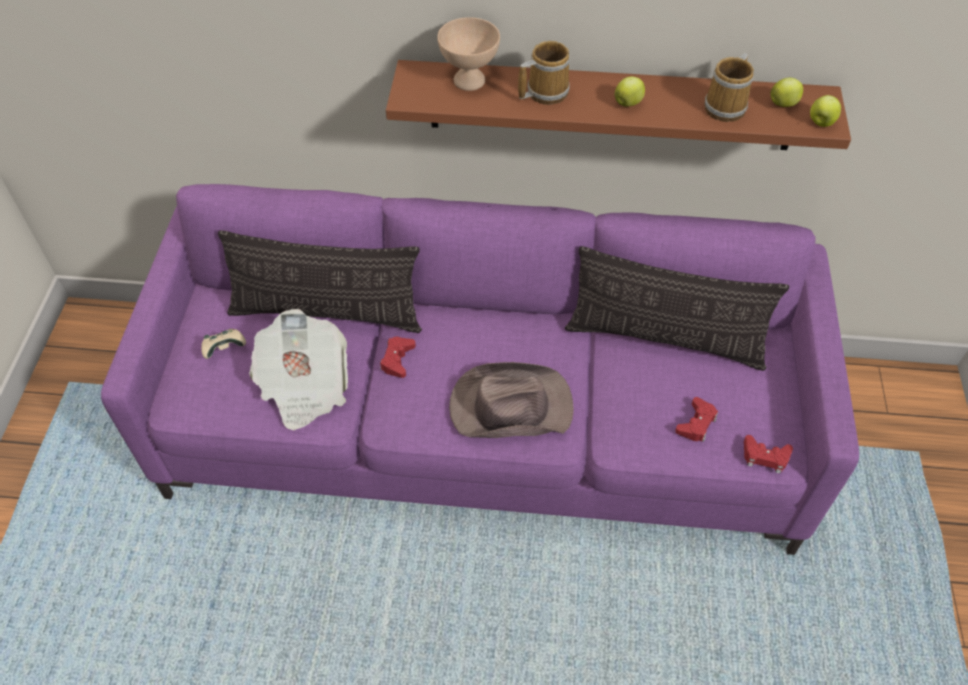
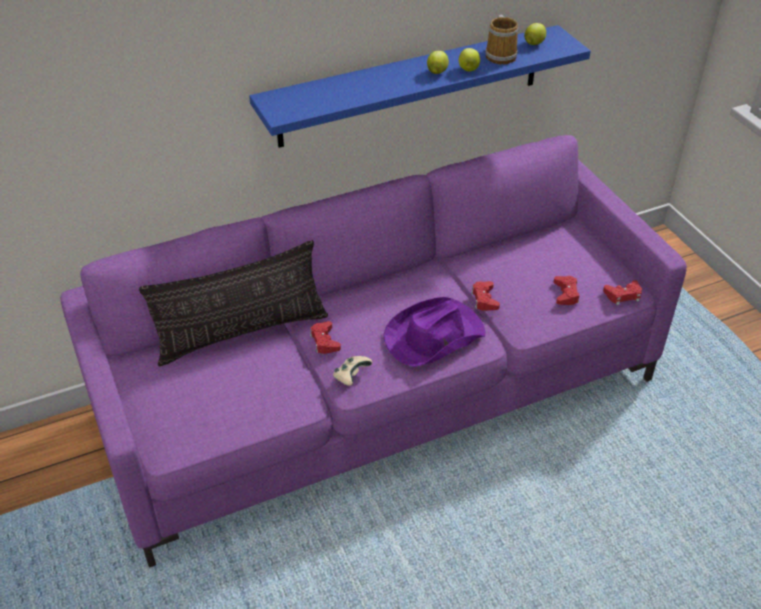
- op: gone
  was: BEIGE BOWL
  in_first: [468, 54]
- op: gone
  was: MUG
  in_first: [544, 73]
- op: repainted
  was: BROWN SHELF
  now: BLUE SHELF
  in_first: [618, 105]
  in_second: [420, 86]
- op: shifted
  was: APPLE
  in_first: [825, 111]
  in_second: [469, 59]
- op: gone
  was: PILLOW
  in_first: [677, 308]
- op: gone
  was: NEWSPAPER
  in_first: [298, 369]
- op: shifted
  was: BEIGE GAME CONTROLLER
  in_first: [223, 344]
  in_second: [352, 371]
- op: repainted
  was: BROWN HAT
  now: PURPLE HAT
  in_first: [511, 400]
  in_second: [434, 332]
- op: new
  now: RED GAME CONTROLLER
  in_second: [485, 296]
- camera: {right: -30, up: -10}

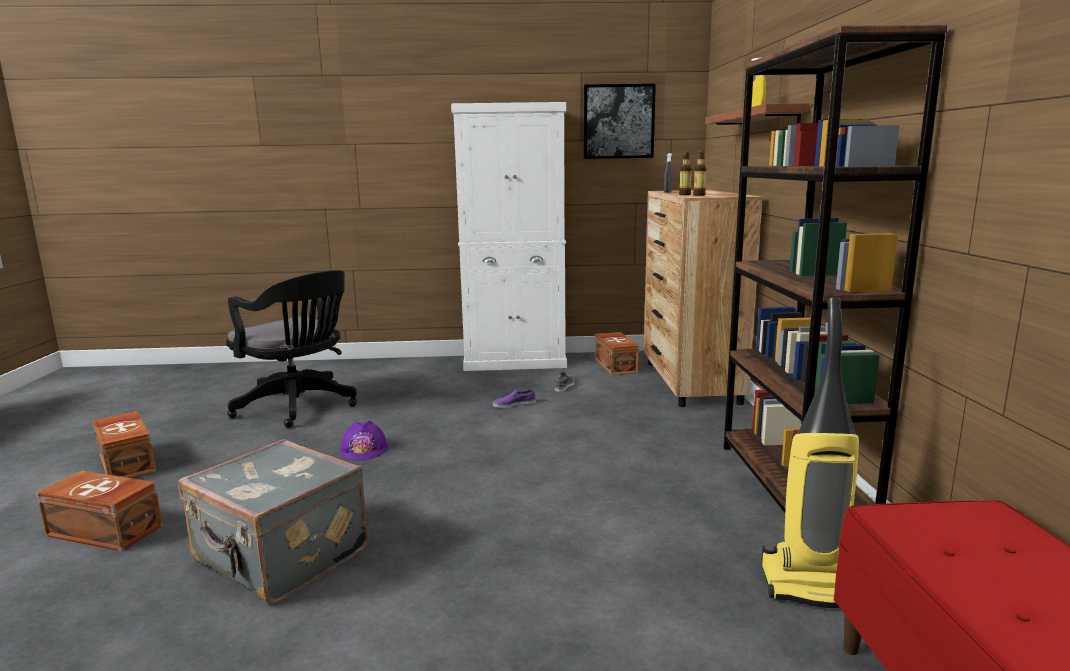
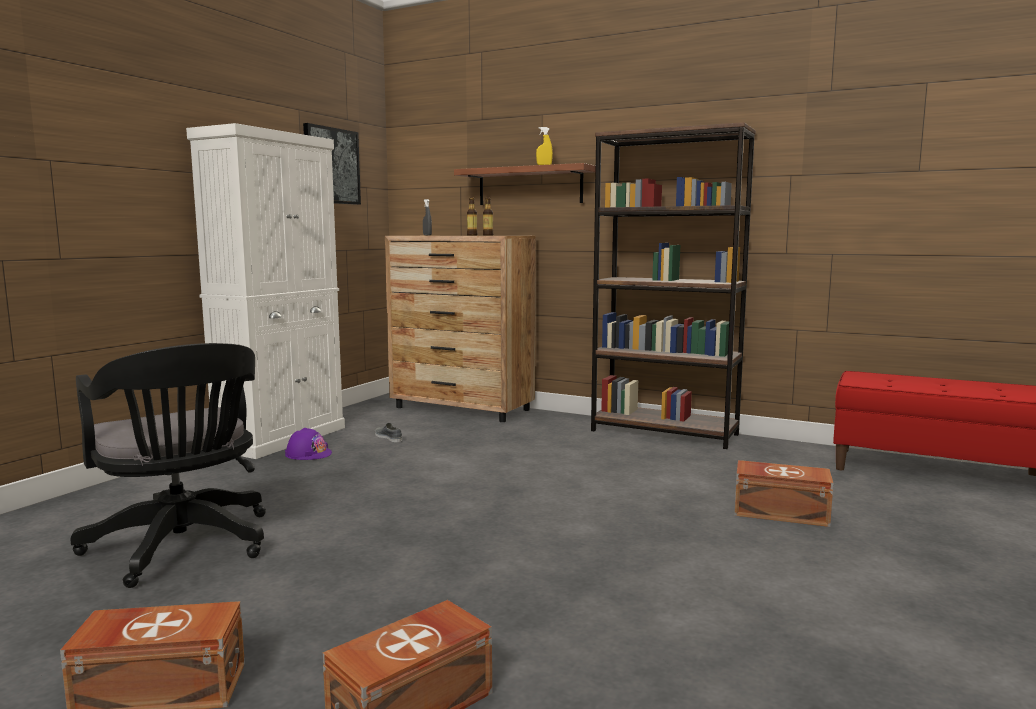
- op: rotated
  was: BLACK OFFICE CHAIR
  in_first: [291, 349]
  in_second: [168, 465]
  clockwise: 75
- op: gone
  was: VACUUM CLEANER
  in_first: [810, 452]
- op: shifted
  was: BROWN STORAGE BOX
  in_first: [617, 353]
  in_second: [783, 493]
- op: gone
  was: PURPLE SHOE
  in_first: [514, 398]
- op: shifted
  was: PURPLE HARD HAT
  in_first: [364, 440]
  in_second: [308, 444]
- op: gone
  was: GREY SUITCASE
  in_first: [273, 521]
- camera: {right: -60, up: -5}

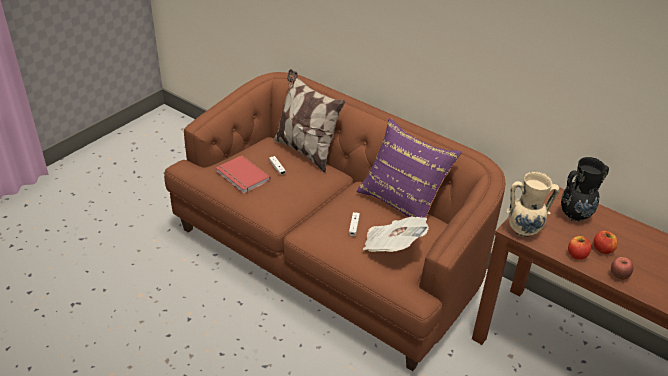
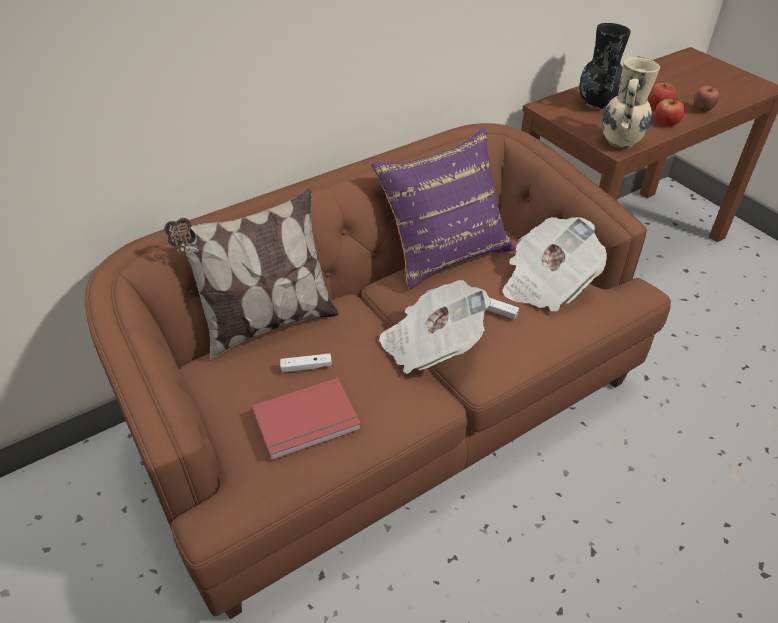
- op: new
  now: NEWSPAPER
  in_second: [435, 327]
- camera: {right: -70, up: 5}

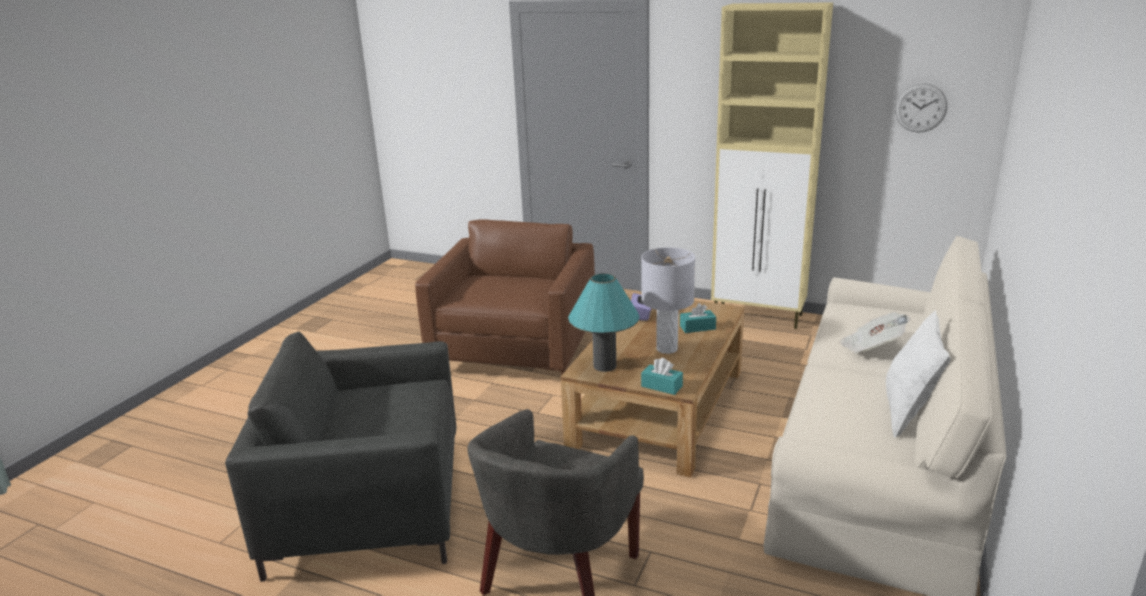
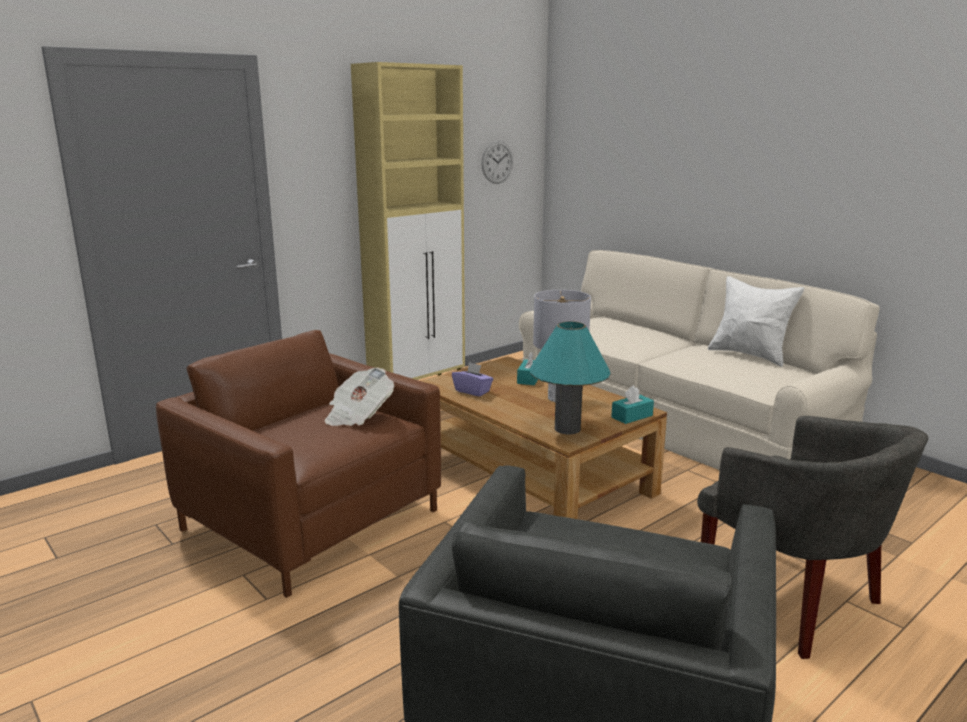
- op: shifted
  was: NEWSPAPER
  in_first: [875, 333]
  in_second: [359, 397]
- camera: {right: -65, up: -5}

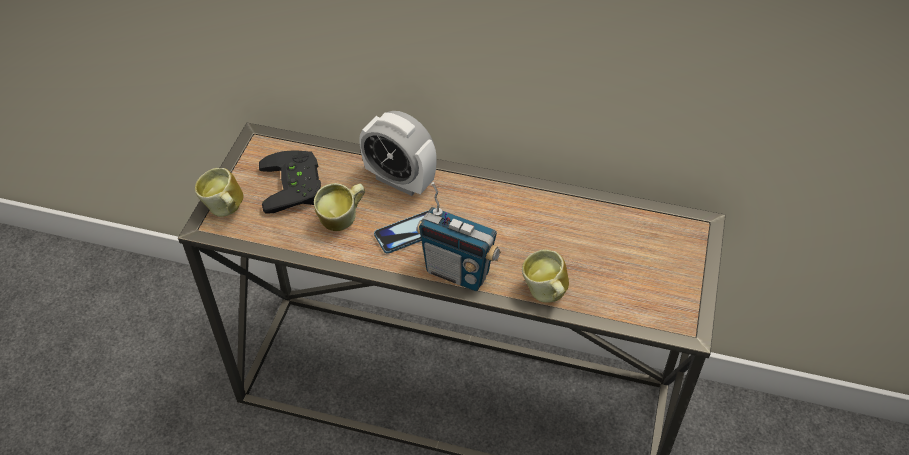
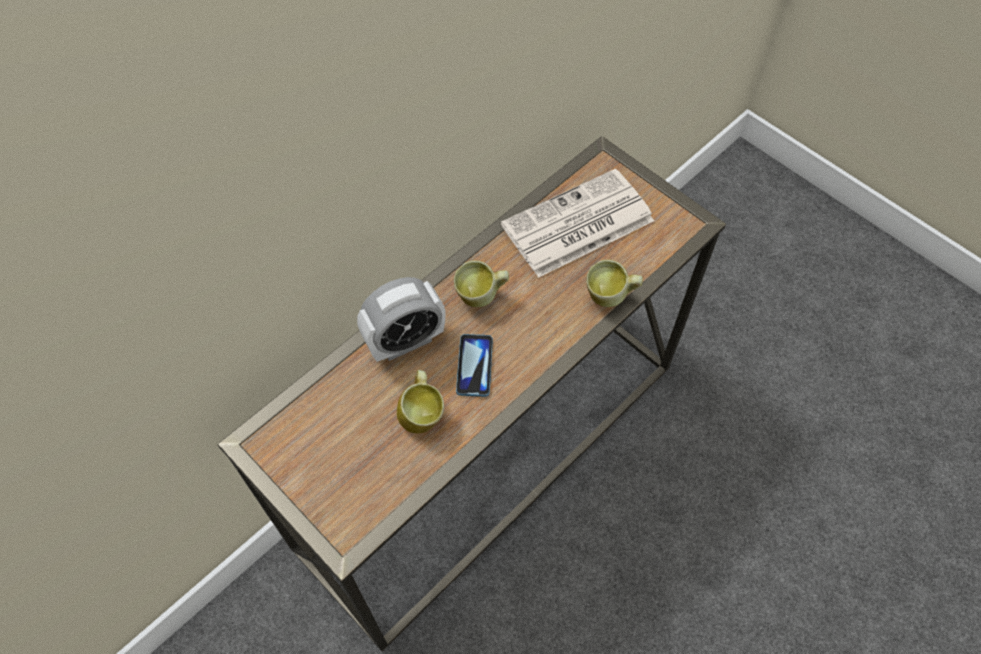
- op: gone
  was: BLACK GAME CONTROLLER
  in_first: [290, 182]
- op: shifted
  was: MUG
  in_first: [219, 192]
  in_second: [481, 283]
- op: gone
  was: RADIO
  in_first: [458, 236]
- op: new
  now: NEWSPAPER
  in_second: [577, 223]
- camera: {right: -60, up: 10}

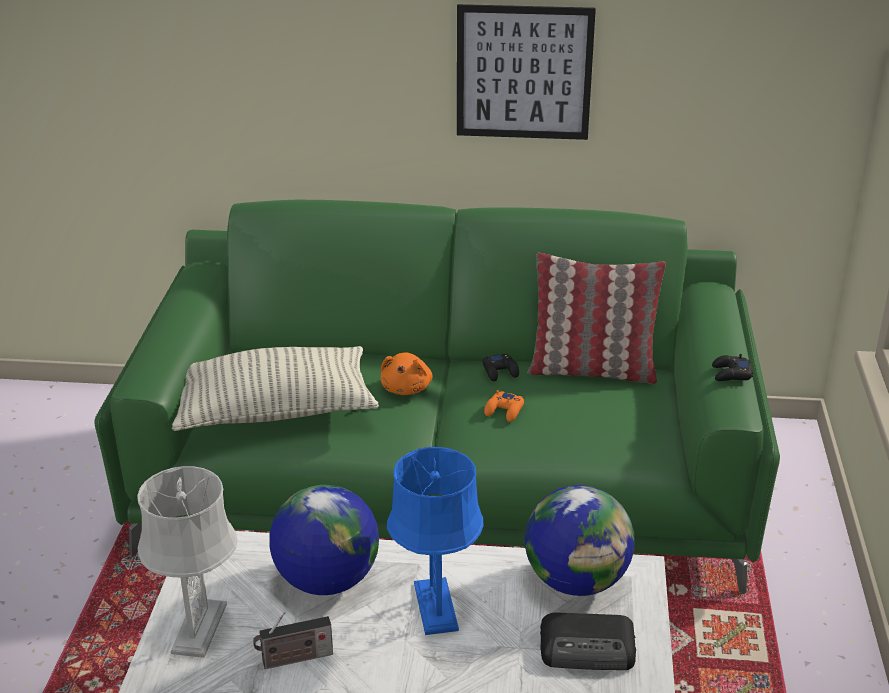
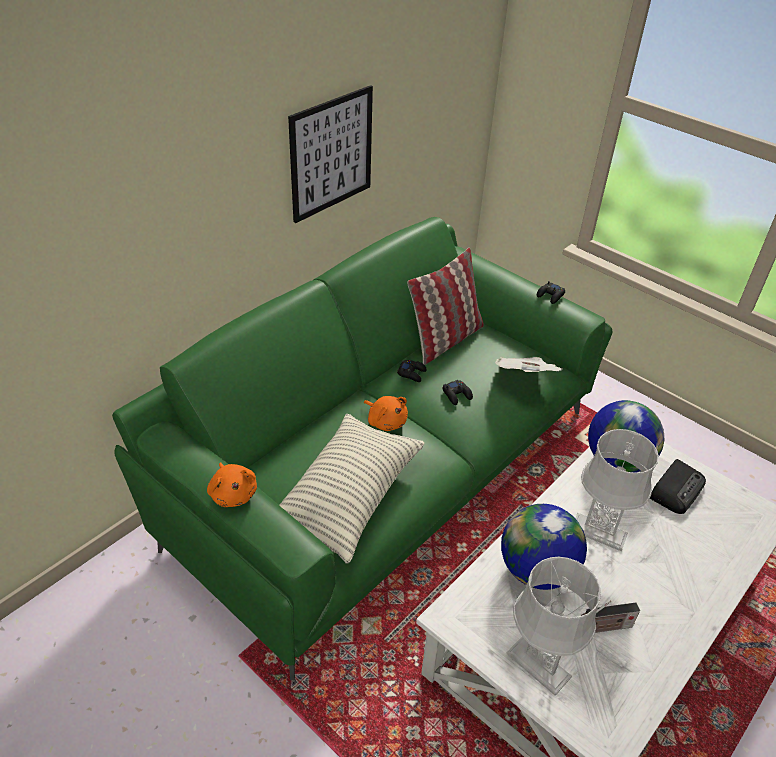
- op: repainted
  was: ORANGE GAME CONTROLLER
  now: BLACK GAME CONTROLLER
  in_first: [504, 406]
  in_second: [457, 392]
- op: repainted
  was: BLUE TABLE LAMP
  now: GREY TABLE LAMP
  in_first: [435, 541]
  in_second: [617, 490]
- op: rotated
  was: RADIO
  in_first: [293, 640]
  in_second: [610, 617]
  clockwise: 60
- op: new
  now: NEWSPAPER
  in_second: [528, 364]
- op: new
  now: ORANGE PLUSH TOY
  in_second: [232, 485]
- camera: {right: -55, up: 10}

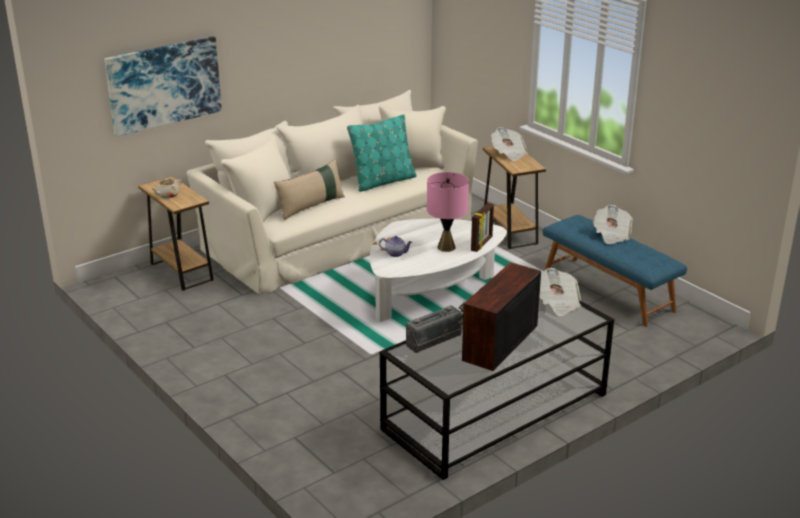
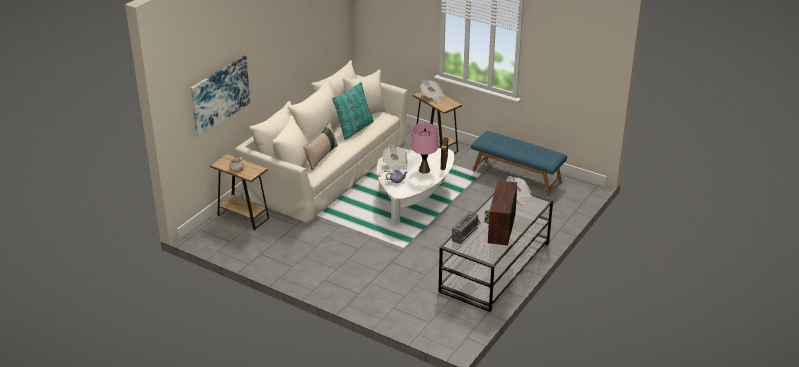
- op: shifted
  was: NEWSPAPER
  in_first: [613, 224]
  in_second: [395, 158]
- camera: {right: -20, up: 5}

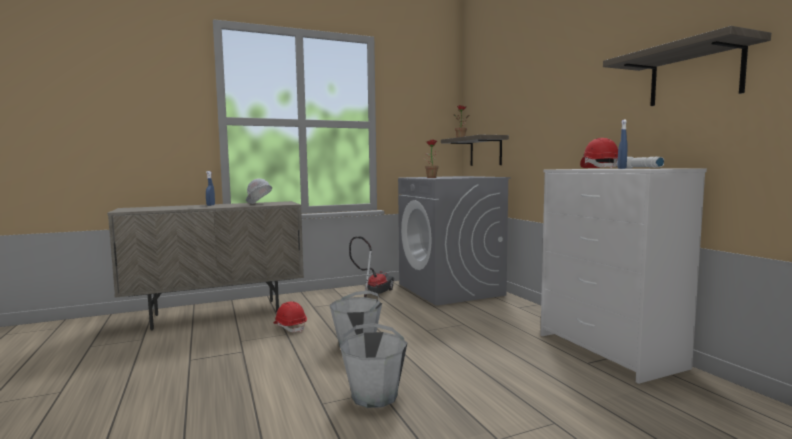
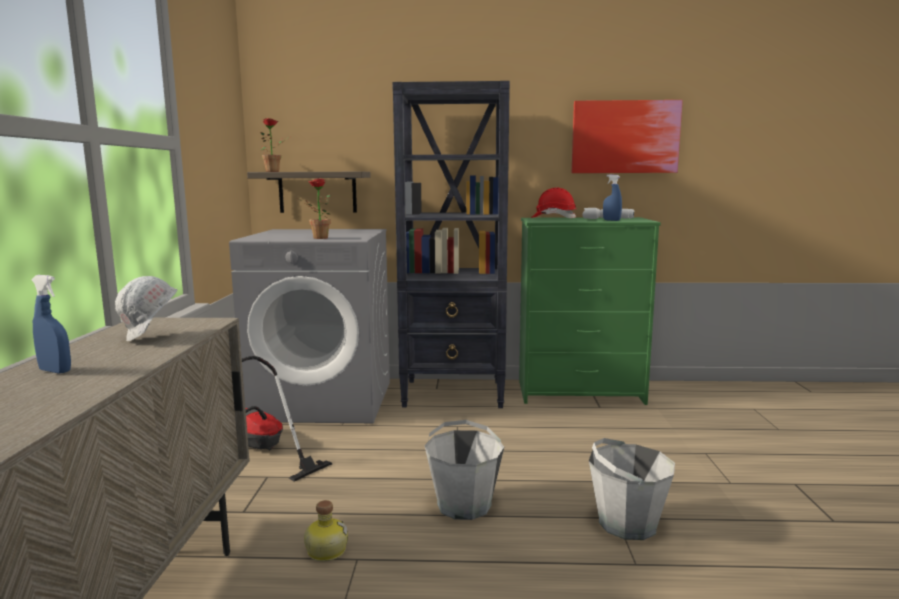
- op: swapped
  was: SHELF
  now: PICTURE
  in_first: [687, 66]
  in_second: [627, 136]
- op: repainted
  was: WHITE DRESSER
  now: GREEN DRESSER
  in_first: [624, 276]
  in_second: [590, 311]
- op: swapped
  was: RED HARD HAT
  now: BOTTLE
  in_first: [290, 317]
  in_second: [326, 531]
- op: new
  now: BLACK BOOKCASE
  in_second: [451, 244]
- camera: {right: -65, up: 5}

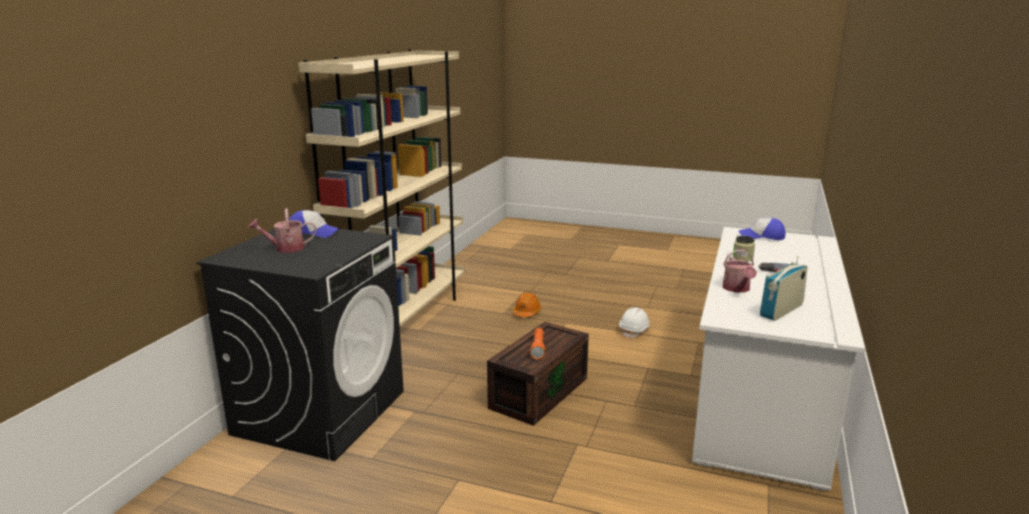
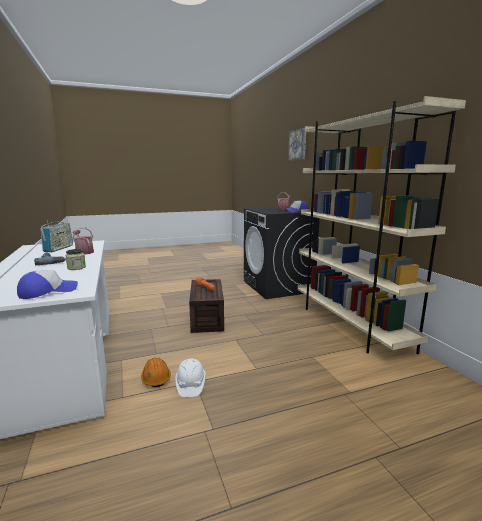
- op: shifted
  was: ORANGE HARD HAT
  in_first: [527, 304]
  in_second: [156, 372]
- op: new
  now: PICTURE
  in_second: [297, 144]
- camera: {right: 140, up: -5}

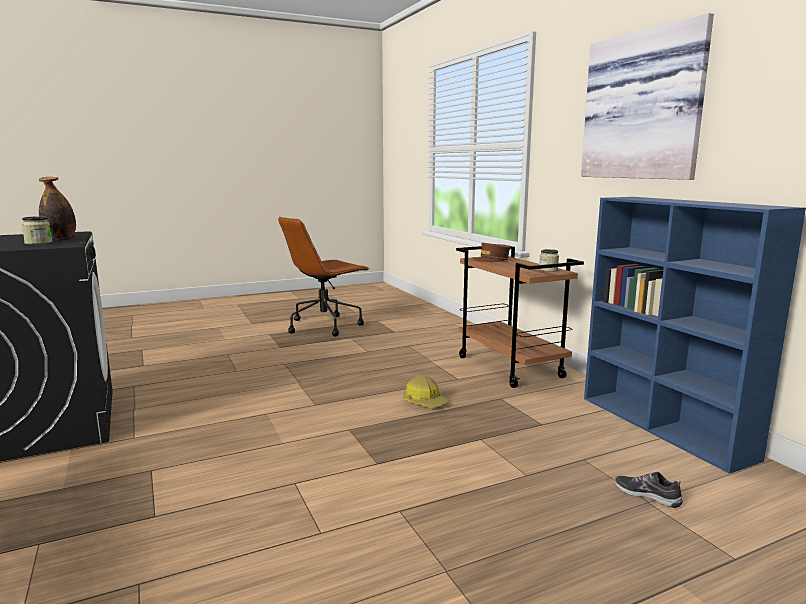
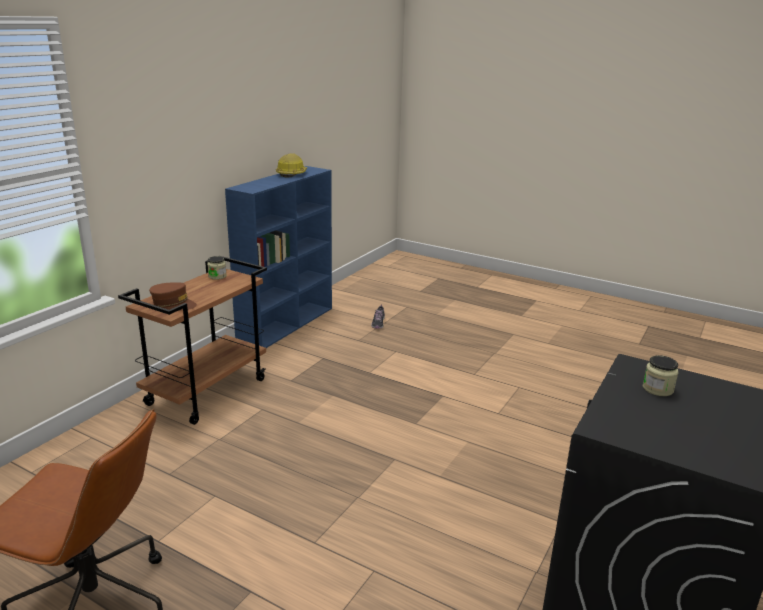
- op: gone
  was: PICTURE
  in_first: [647, 96]
- op: gone
  was: BOTTLE
  in_first: [57, 208]
- op: shifted
  was: HARD HAT
  in_first: [425, 391]
  in_second: [291, 165]
- camera: {right: -125, up: 10}

